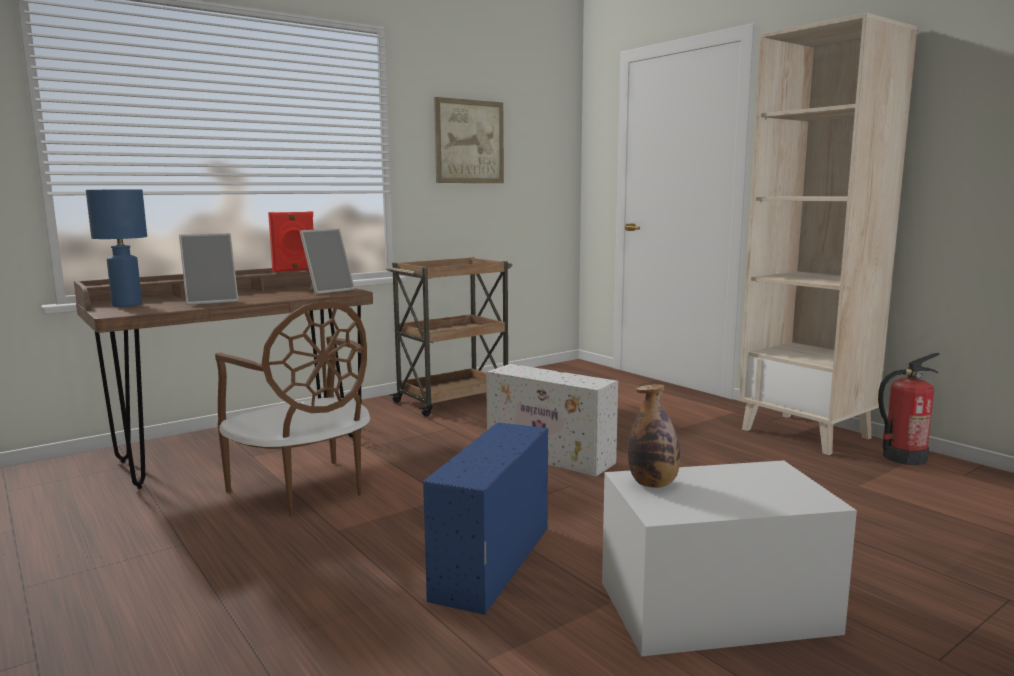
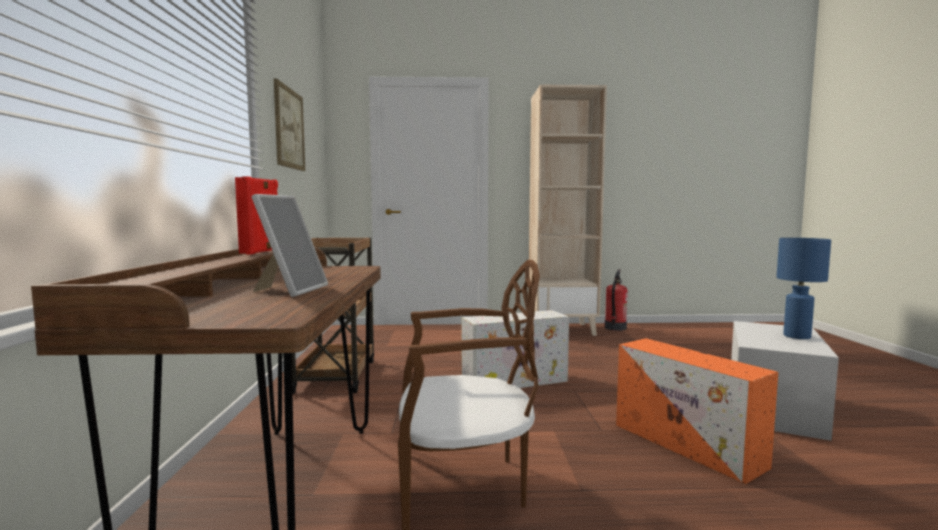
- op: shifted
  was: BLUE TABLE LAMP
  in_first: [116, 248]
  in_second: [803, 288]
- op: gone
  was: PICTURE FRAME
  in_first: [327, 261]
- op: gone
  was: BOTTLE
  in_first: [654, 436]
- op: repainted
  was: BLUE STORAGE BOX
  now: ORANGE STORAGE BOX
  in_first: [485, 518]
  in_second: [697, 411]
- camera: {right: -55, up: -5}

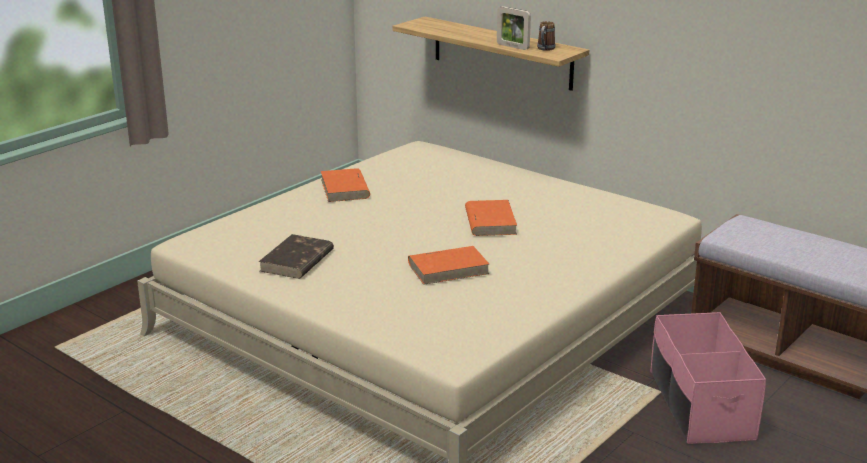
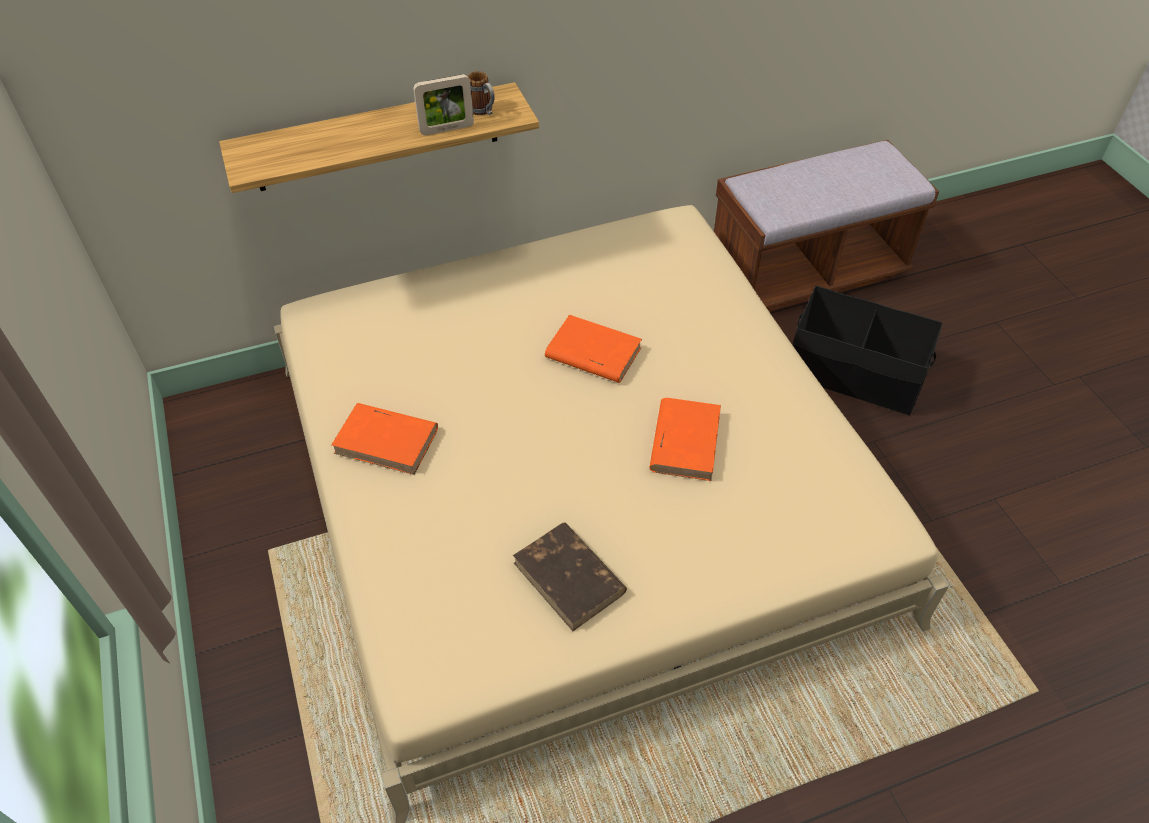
- op: repainted
  was: PINK STORAGE BOX
  now: BLACK STORAGE BOX
  in_first: [708, 378]
  in_second: [868, 350]
- camera: {right: -60, up: 25}

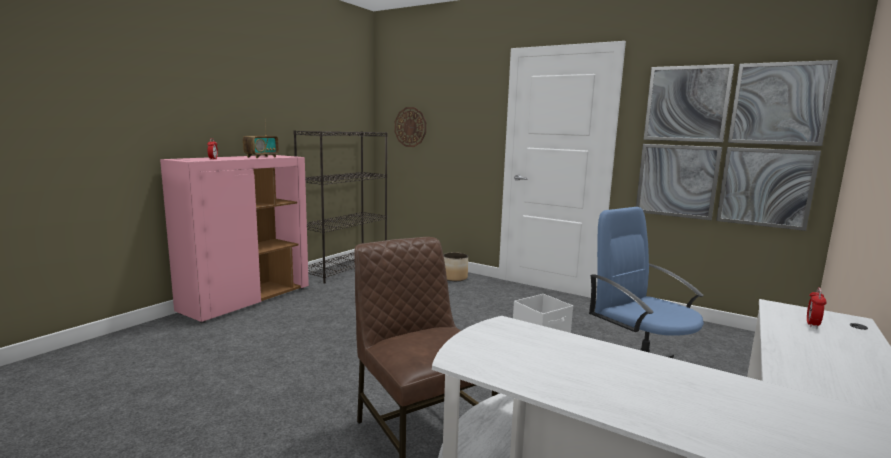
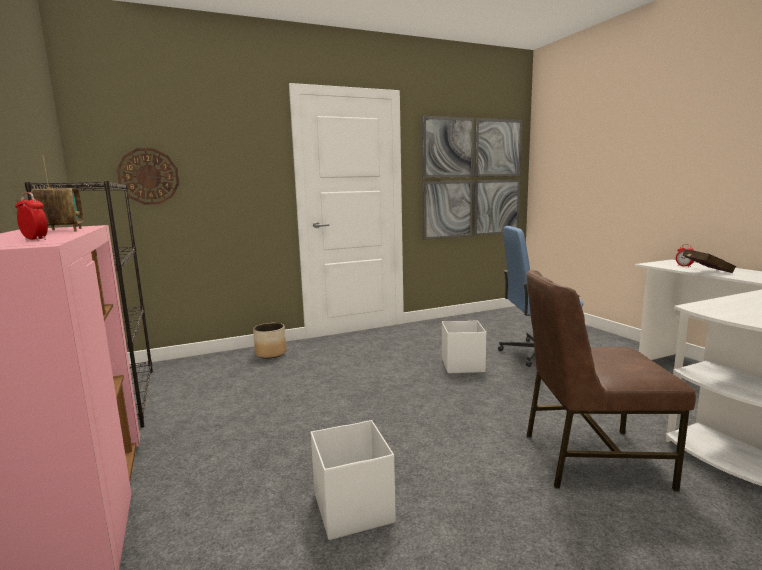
- op: new
  now: RED BOOK
  in_second: [709, 261]
- op: new
  now: WHITE STORAGE BOX
  in_second: [353, 480]
- camera: {right: -55, up: 0}

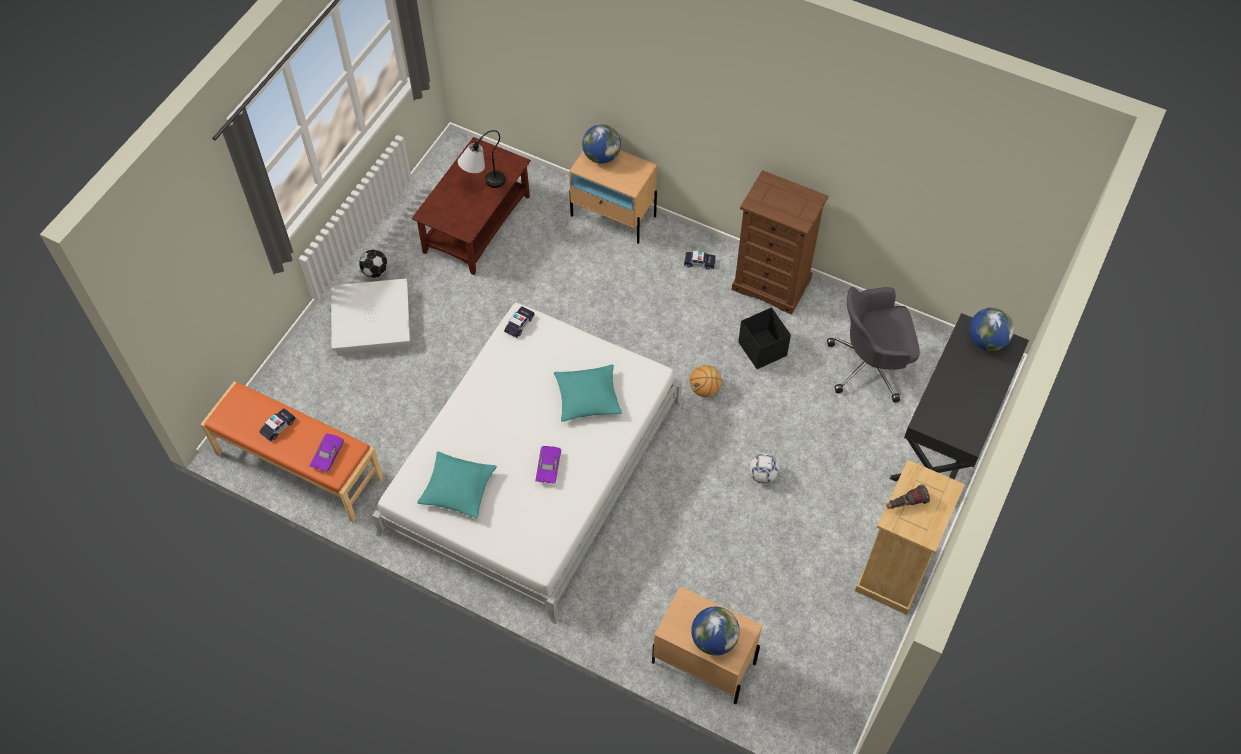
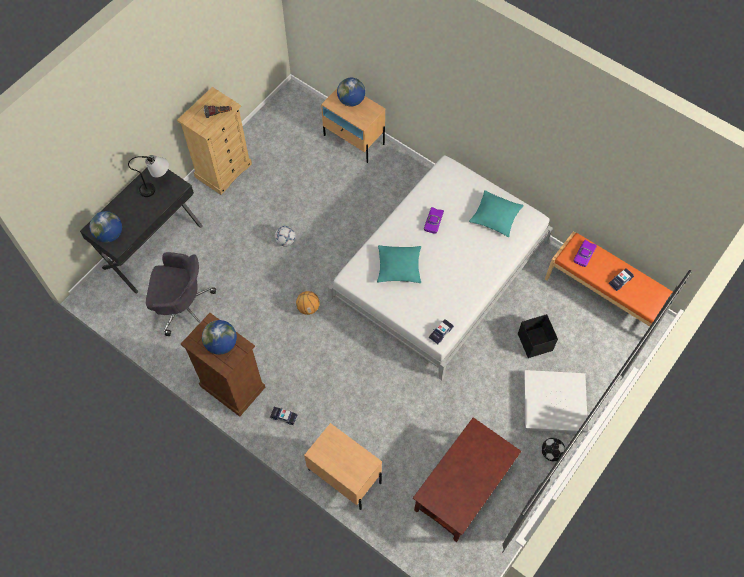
- op: shifted
  was: GLOBE
  in_first: [601, 144]
  in_second: [219, 337]
- op: shifted
  was: TABLE LAMP
  in_first: [481, 159]
  in_second: [148, 176]
- op: shifted
  was: BLACK STORAGE BOX
  in_first: [764, 338]
  in_second: [538, 336]
- camera: {right: -170, up: 5}

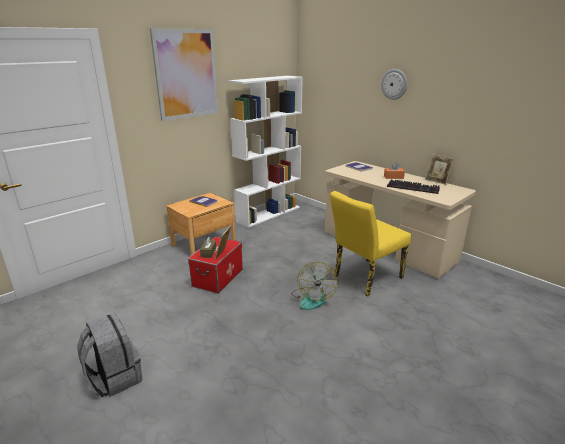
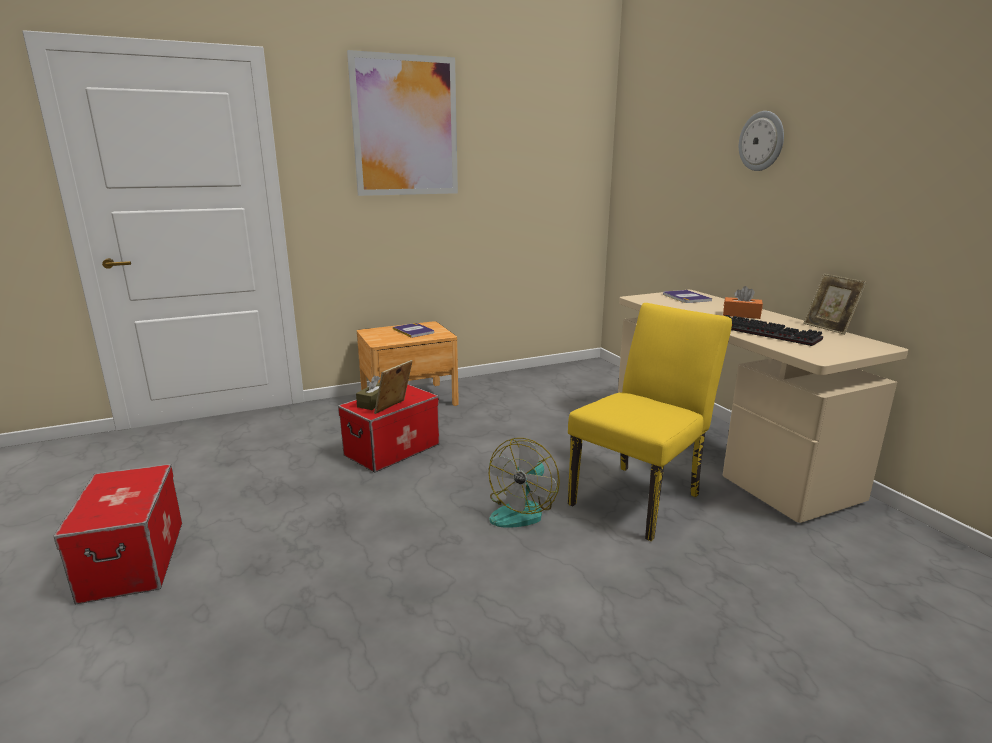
- op: gone
  was: WHITE BOOKCASE
  in_first: [265, 152]
- op: rotated
  was: YELLOW CHAIR
  in_first: [370, 243]
  in_second: [650, 422]
  clockwise: 150
- op: swapped
  was: GREY BACKPACK
  now: STORAGE BOX
  in_first: [109, 355]
  in_second: [117, 534]
- camera: {right: 20, up: -5}

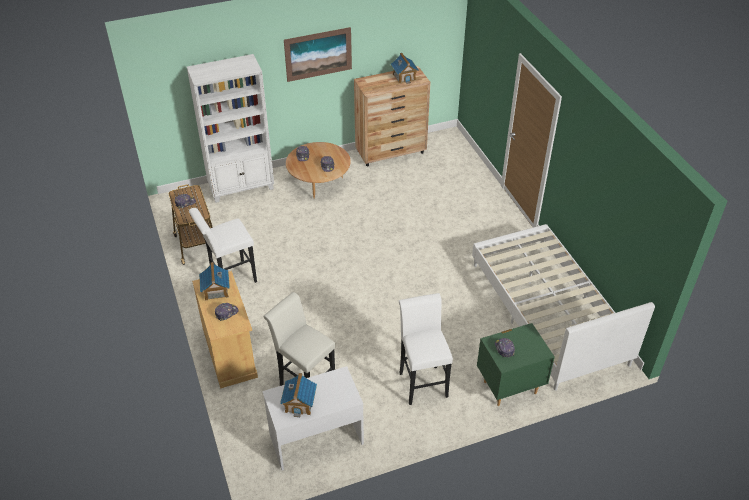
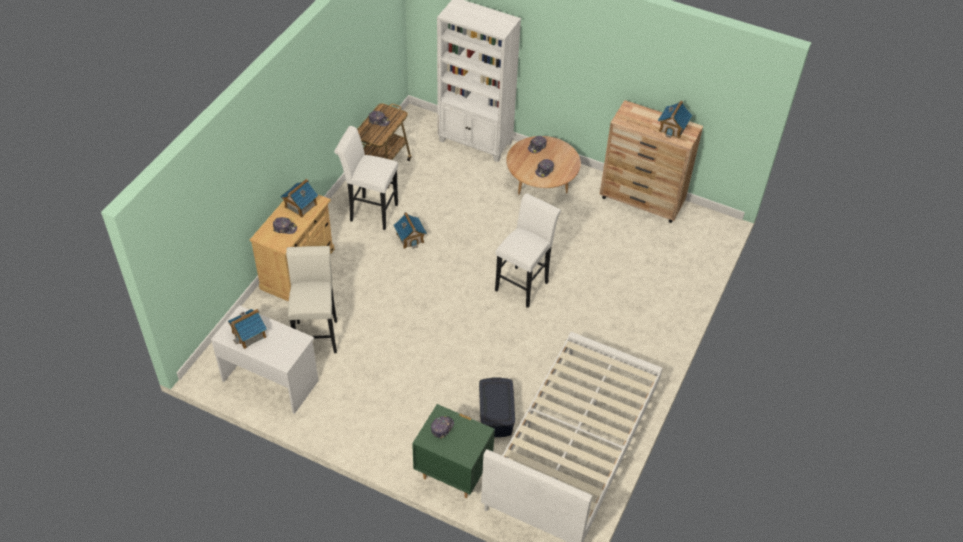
- op: gone
  was: PICTURE
  in_first: [318, 54]
- op: shifted
  was: WHITE STOOL
  in_first: [426, 349]
  in_second: [528, 250]
- op: new
  now: TOY HOUSE
  in_second: [410, 230]
- op: new
  now: BLUE STORAGE BOX
  in_second: [497, 407]
- camera: {right: 45, up: 5}

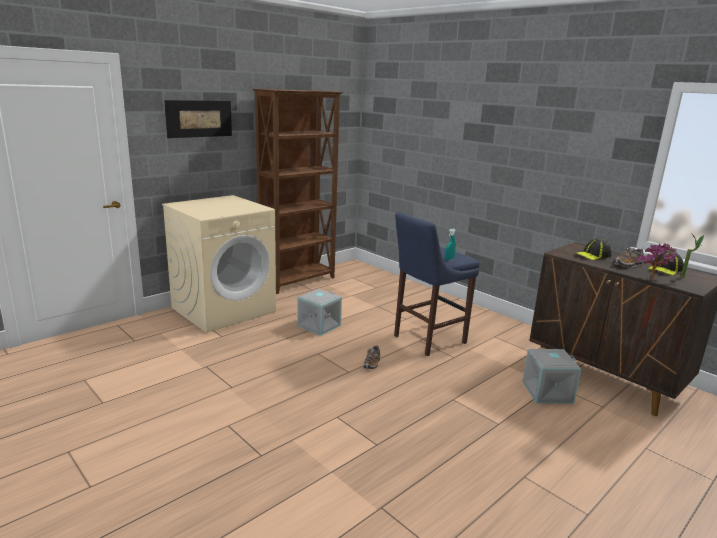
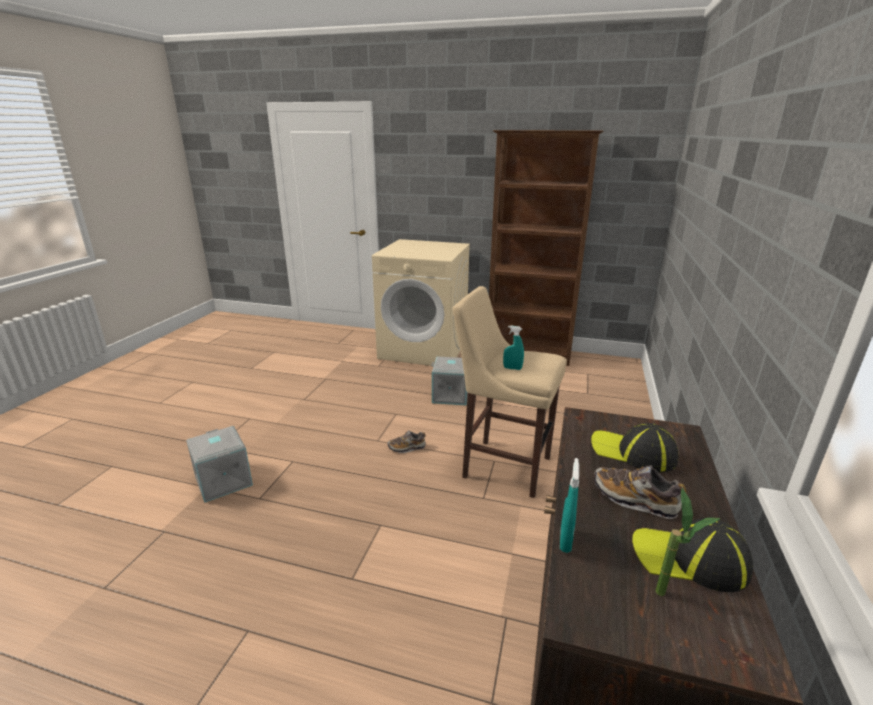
- op: gone
  was: PICTURE
  in_first: [198, 119]
- op: repainted
  was: BLUE STOOL
  now: BEIGE STOOL
  in_first: [436, 284]
  in_second: [510, 392]
- op: swapped
  was: POTTED PLANT
  now: TURQUOISE SPRAY BOTTLE
  in_first: [655, 261]
  in_second: [569, 505]
- op: shifted
  was: GREY STORAGE BOX
  in_first: [552, 376]
  in_second: [219, 464]
- camera: {right: 60, up: 5}

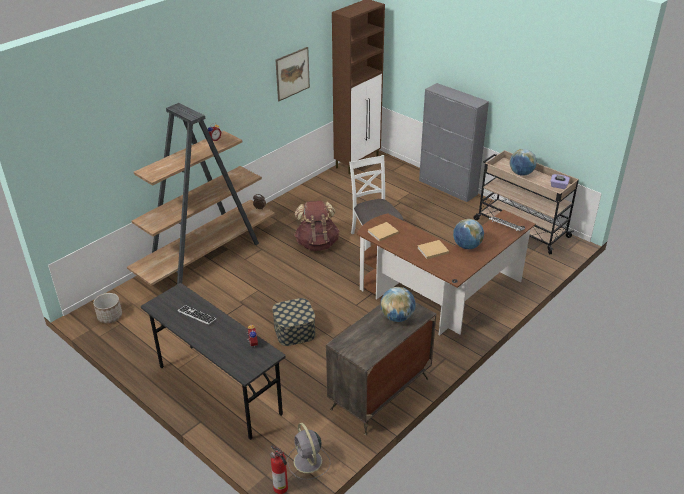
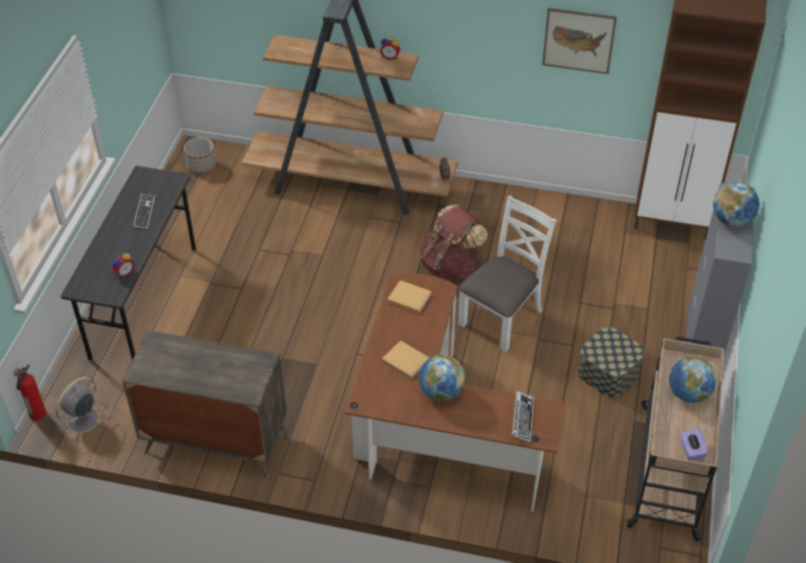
- op: shifted
  was: GLOBE
  in_first: [398, 304]
  in_second: [736, 204]
- op: shifted
  was: STORAGE BOX
  in_first: [293, 322]
  in_second: [611, 362]
- camera: {right: 60, up: 10}

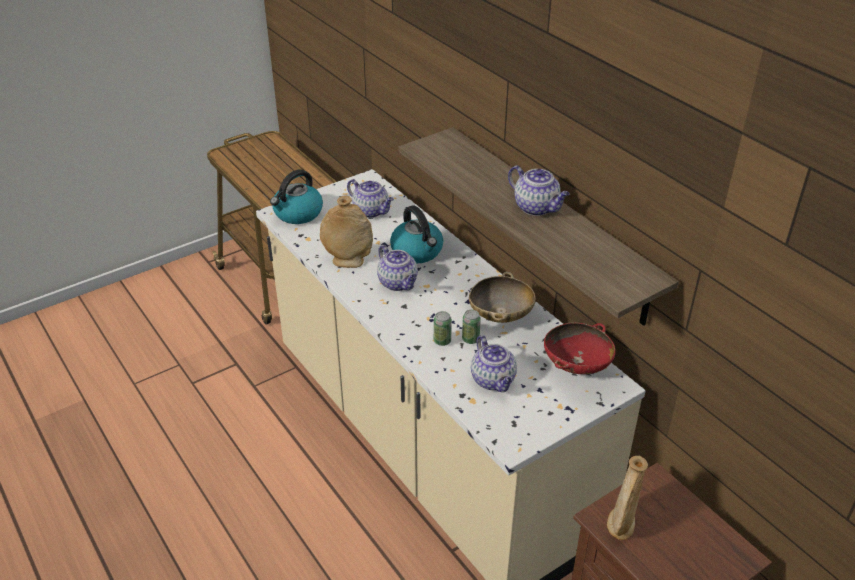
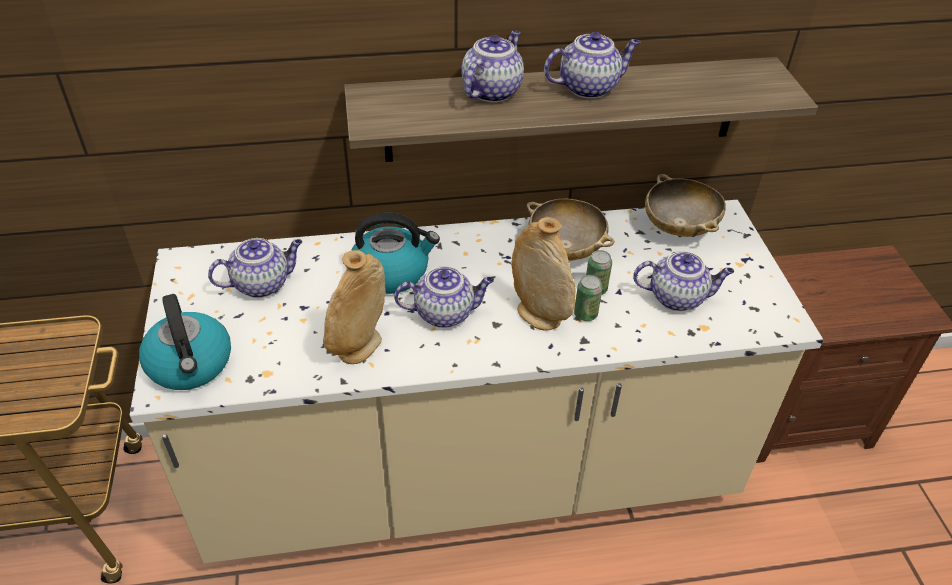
- op: repainted
  was: RED BOWL
  now: BEIGE BOWL
  in_first: [580, 348]
  in_second: [685, 205]
- op: shifted
  was: BEIGE VASE
  in_first: [627, 498]
  in_second: [543, 274]
- op: new
  now: TEAPOT
  in_second: [492, 66]
- camera: {right: -65, up: 5}

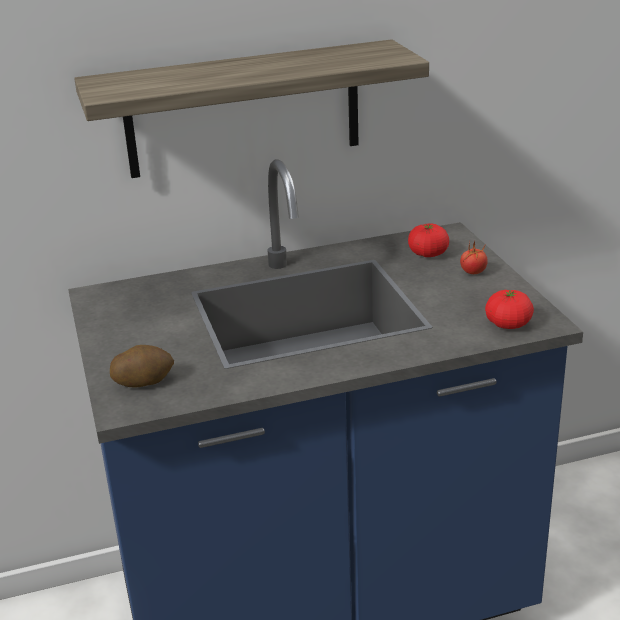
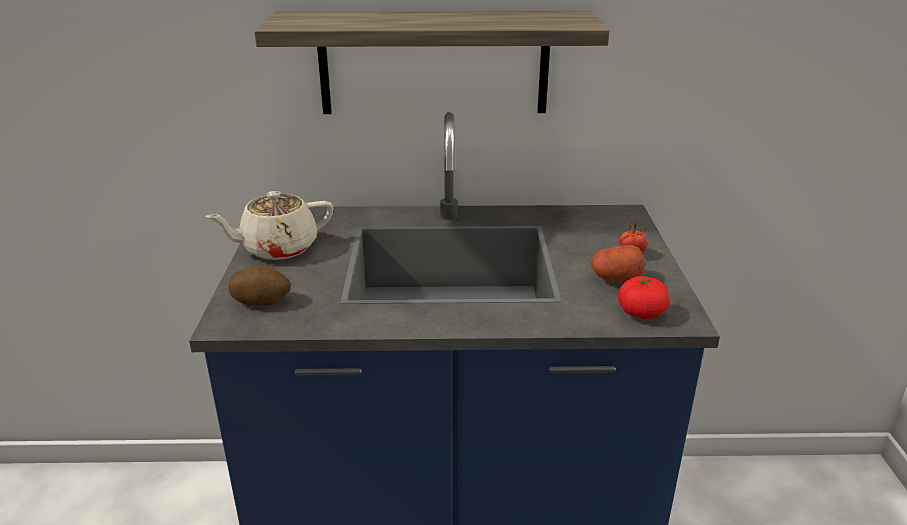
- op: gone
  was: TOMATO
  in_first: [428, 240]
- op: new
  now: BEIGE TEAPOT
  in_second: [269, 225]
- op: new
  now: POTATO
  in_second: [618, 263]
- camera: {right: 15, up: 0}

